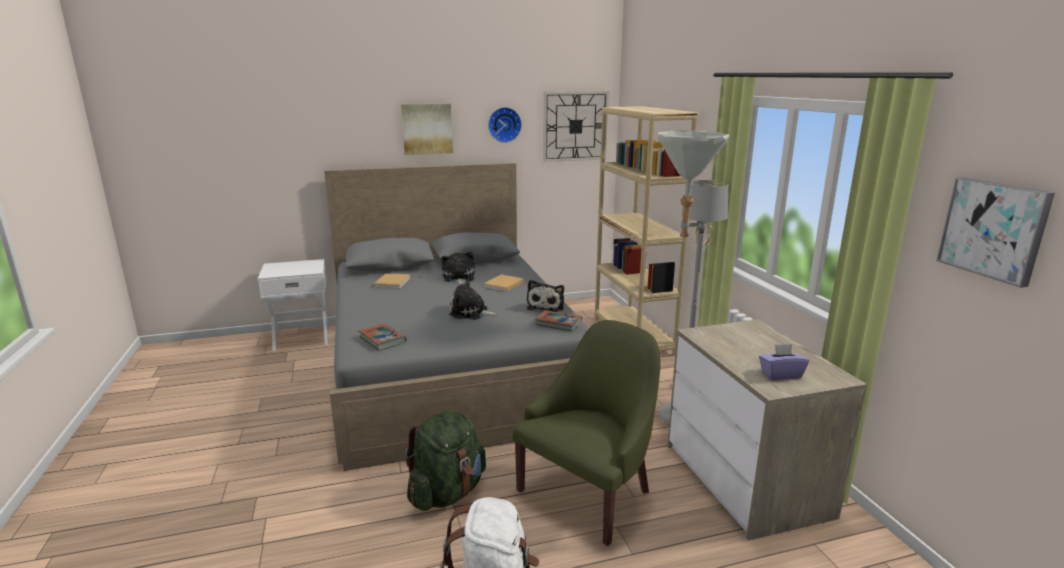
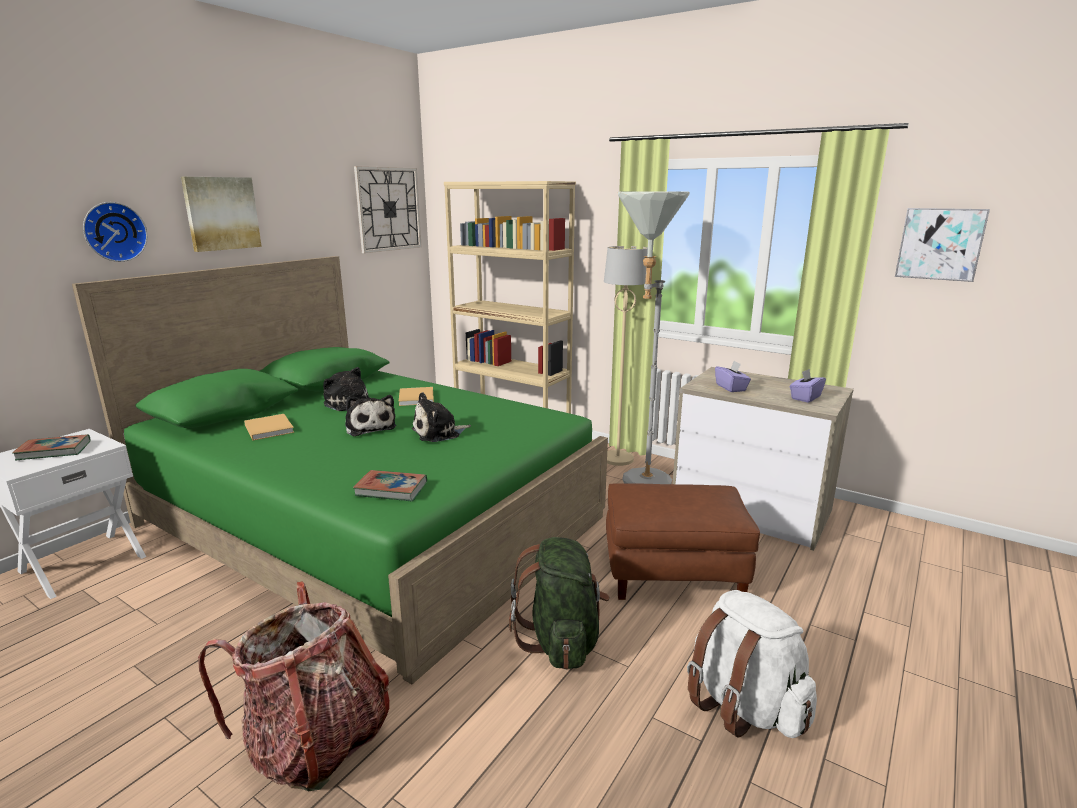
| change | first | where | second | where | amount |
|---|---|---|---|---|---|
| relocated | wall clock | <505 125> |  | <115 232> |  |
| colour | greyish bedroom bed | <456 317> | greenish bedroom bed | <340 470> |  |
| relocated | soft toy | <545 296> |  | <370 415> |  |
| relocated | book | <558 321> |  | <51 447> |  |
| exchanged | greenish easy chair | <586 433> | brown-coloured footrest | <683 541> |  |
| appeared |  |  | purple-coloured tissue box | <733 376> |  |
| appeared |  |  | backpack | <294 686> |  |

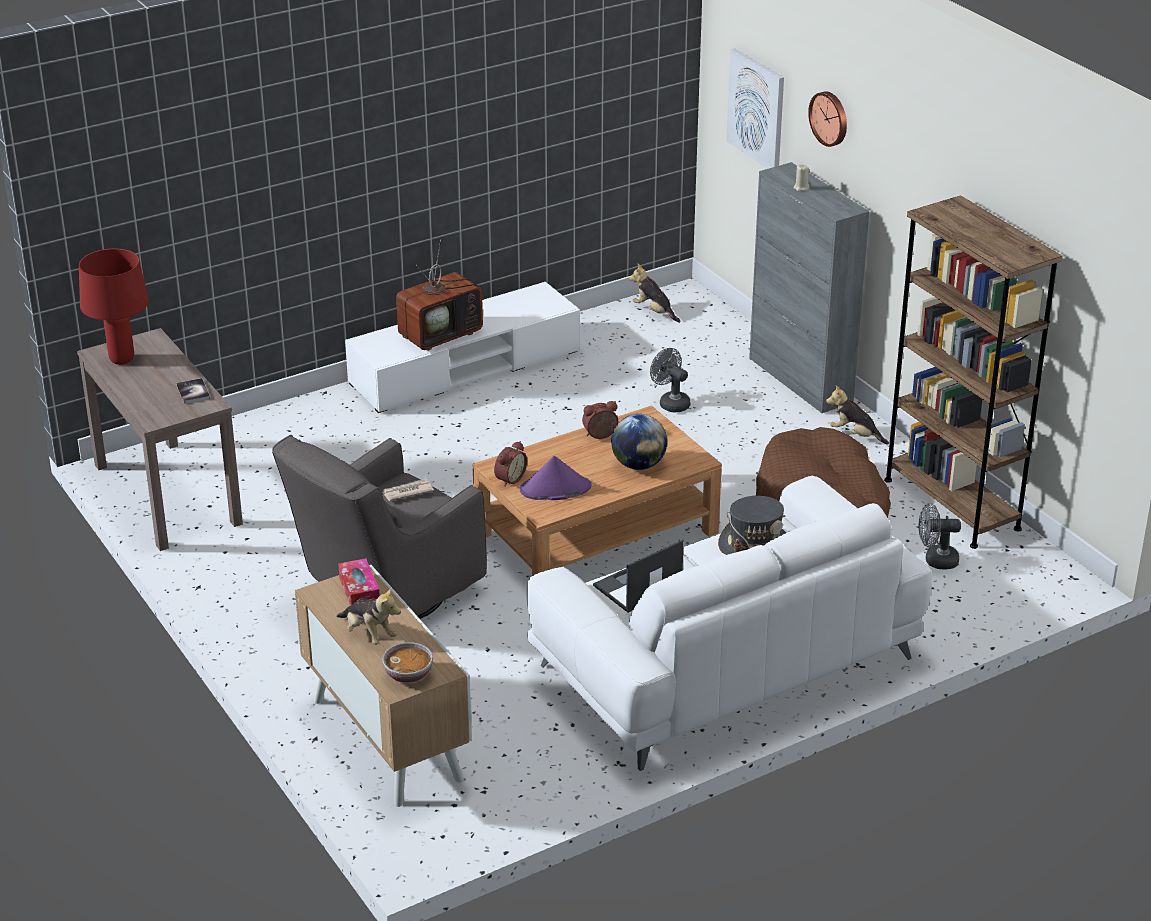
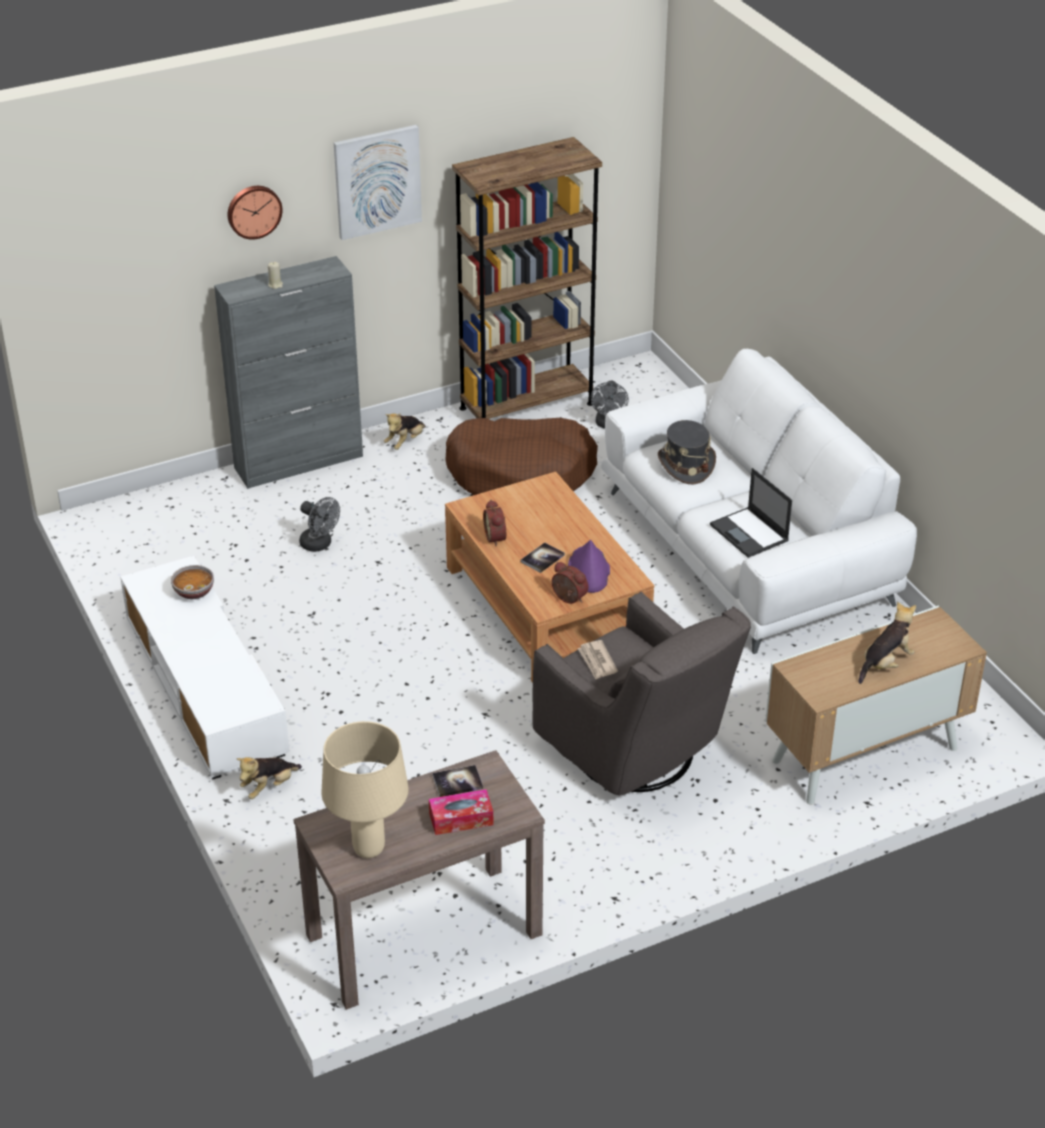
| change | first | where | second | where | amount |
|---|---|---|---|---|---|
| relocated | wall picture | <755 108> |  | <378 182> |  |
| missing | television | <439 295> |  |  |  |
| colour | red-coloured lamp for a table | <114 307> | sand-coloured lamp for a table | <365 789> |  |
| relocated | soft toy | <655 293> |  | <269 778> |  |
| spun | greyish electric fan | <670 380> |  | <319 524> | 105 degrees counterclockwise |
| missing | desk globe | <639 442> |  |  |  |
| relocated | tissue box | <359 582> |  | <461 812> |  |
| relocated | bowl | <407 662> |  | <192 582> |  |
| appeared |  |  | book | <543 558> |  |

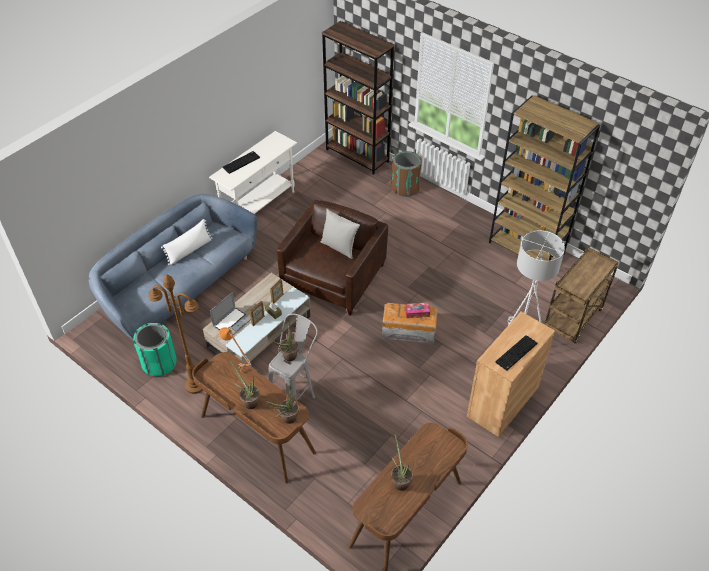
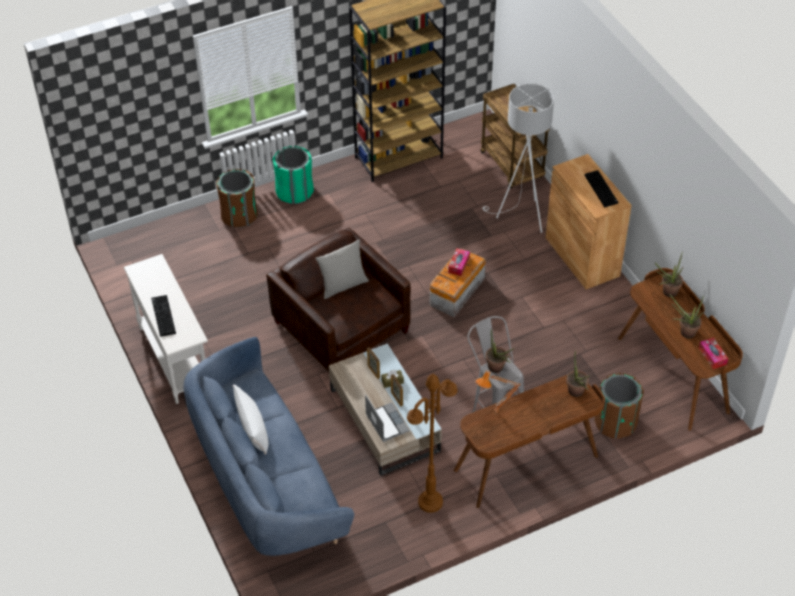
| change | first | where | second | where | amount |
|---|---|---|---|---|---|
| missing | brown-coloured shelving unit | <358 98> |  |  |  |
| relocated | greenish waste bin | <155 349> |  | <293 175> |  |
| relocated | potted plant | <244 384> |  | <669 275> |  |
| appeared |  |  | tissue box | <713 353> |  |
| appeared |  |  | brown-coloured waste bin | <619 406> |  |

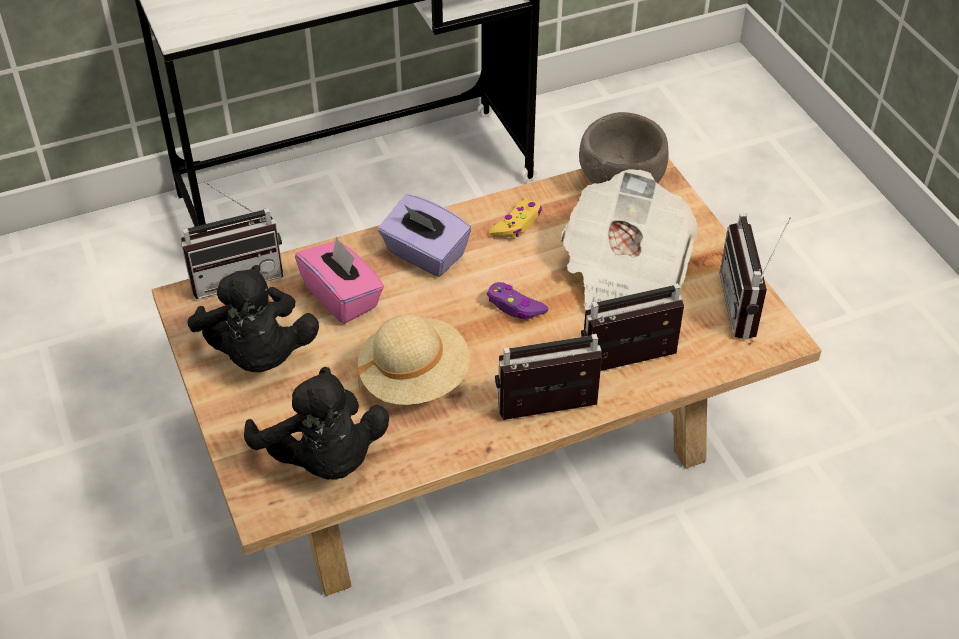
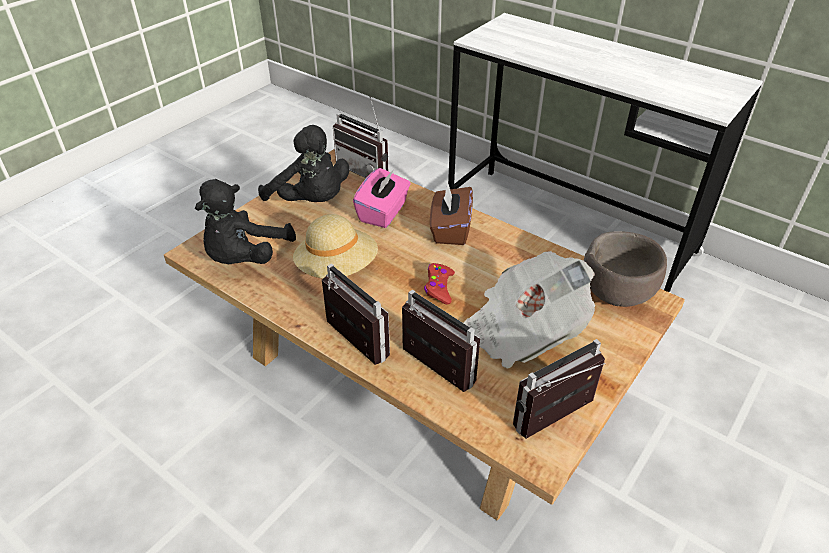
| change | first | where | second | where | amount |
|---|---|---|---|---|---|
| colour | purple-coloured tissue box | <424 236> | brown-coloured tissue box | <451 214> |  |
| missing | yellow-coloured joypad | <515 219> |  |  |  |
| spun | black-coloured soft toy | <253 318> |  | <303 163> | 90 degrees counterclockwise |
| colour | purple-coloured joypad | <518 301> | red-coloured joypad | <439 283> |  |

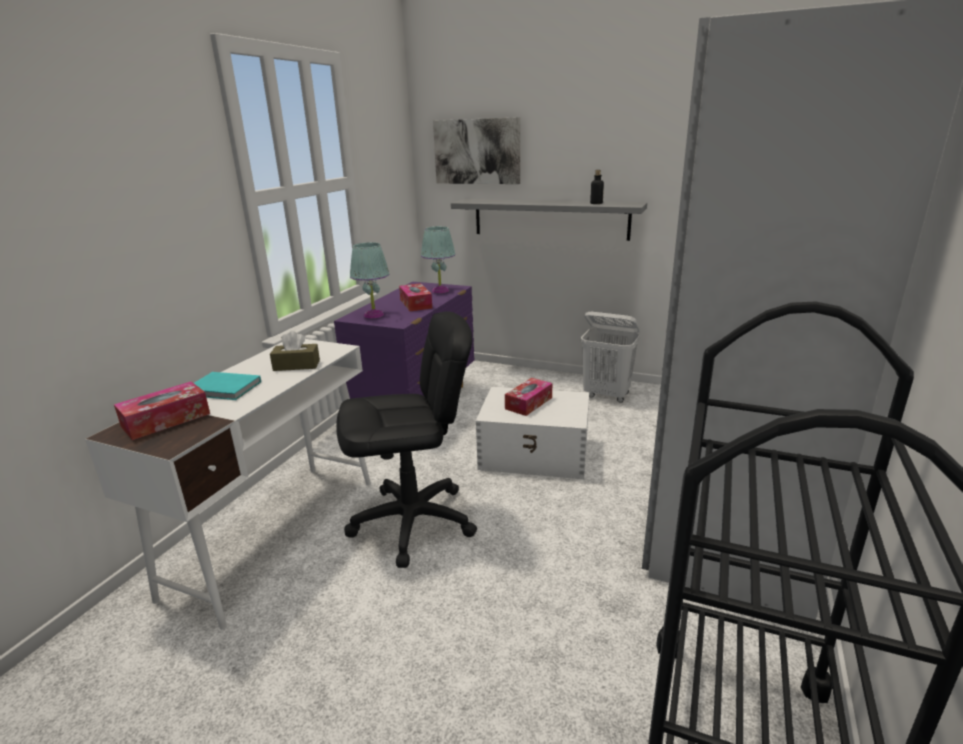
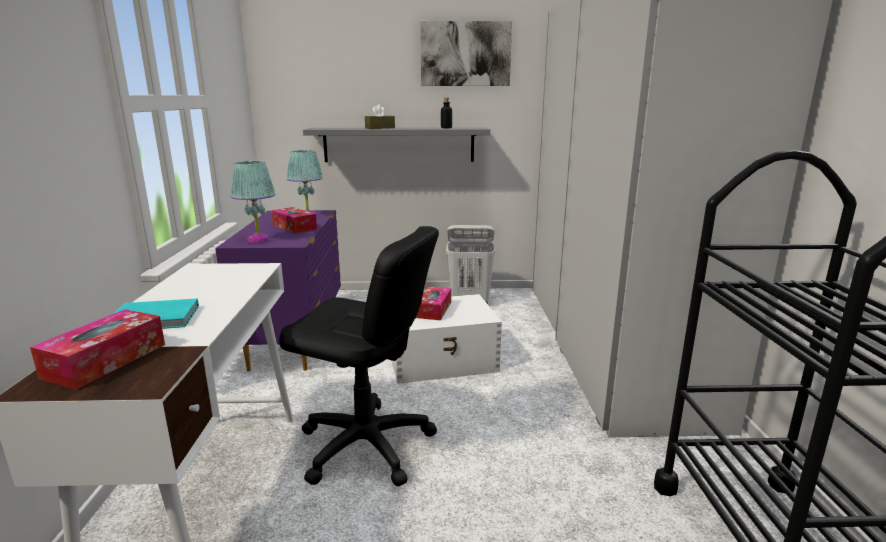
| change | first | where | second | where | amount |
|---|---|---|---|---|---|
| relocated | wall picture | <476 150> |  | <466 53> |  |
| spun | black-coloured desk chair | <406 439> |  | <359 356> | 60 degrees clockwise |
| relocated | brown-coloured tissue box | <295 351> |  | <380 116> |  |

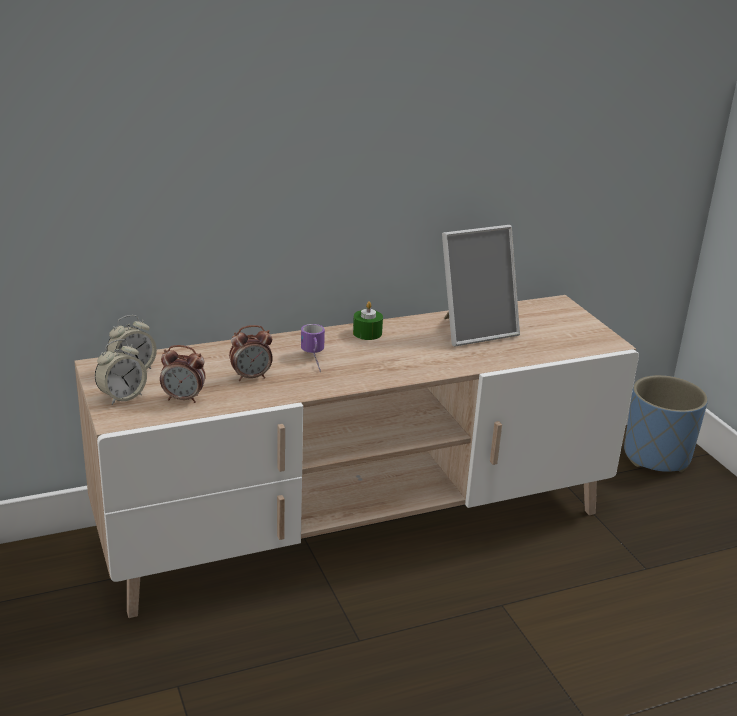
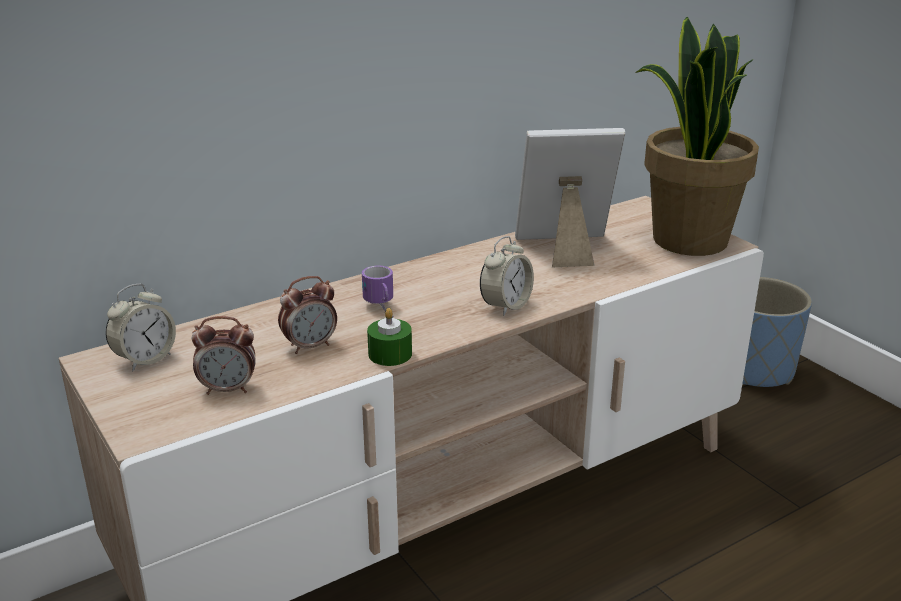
| change | first | where | second | where | amount |
|---|---|---|---|---|---|
| spun | picture frame | <481 286> |  | <570 197> | 150 degrees counterclockwise |
| relocated | greenish candle | <368 320> |  | <389 337> |  |
| relocated | table clock | <121 372> |  | <507 276> |  |
| appeared |  |  | potted plant | <697 136> |  |

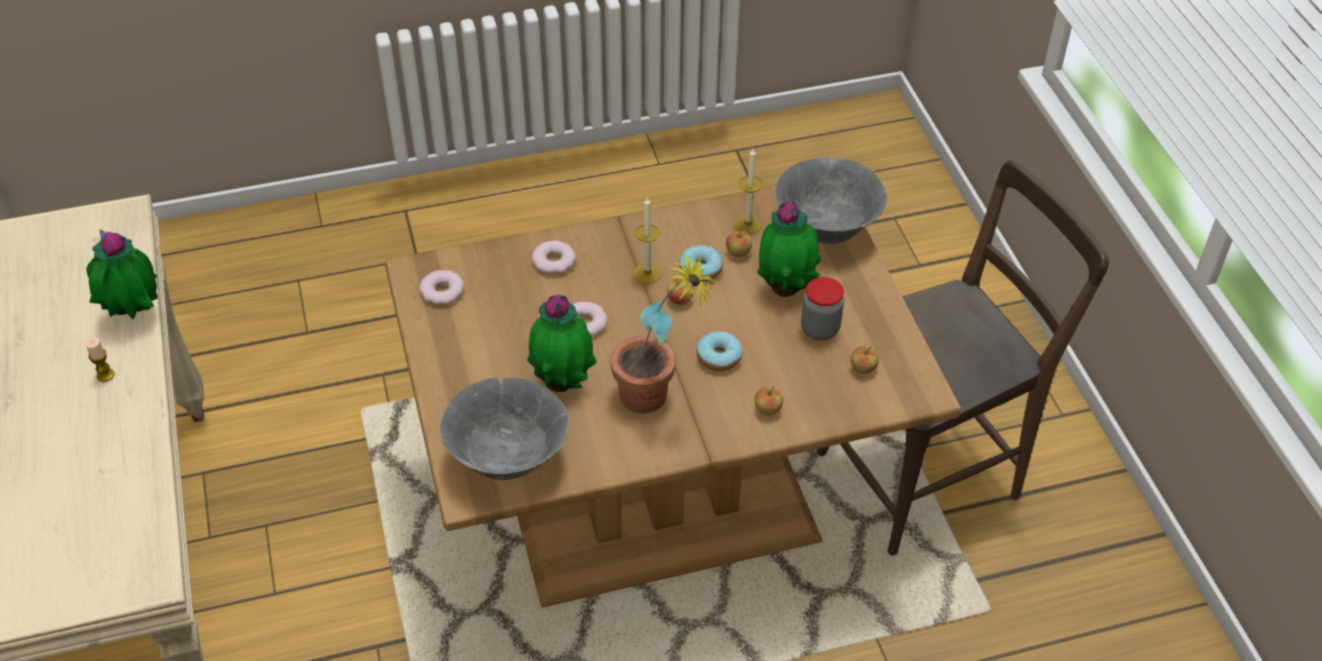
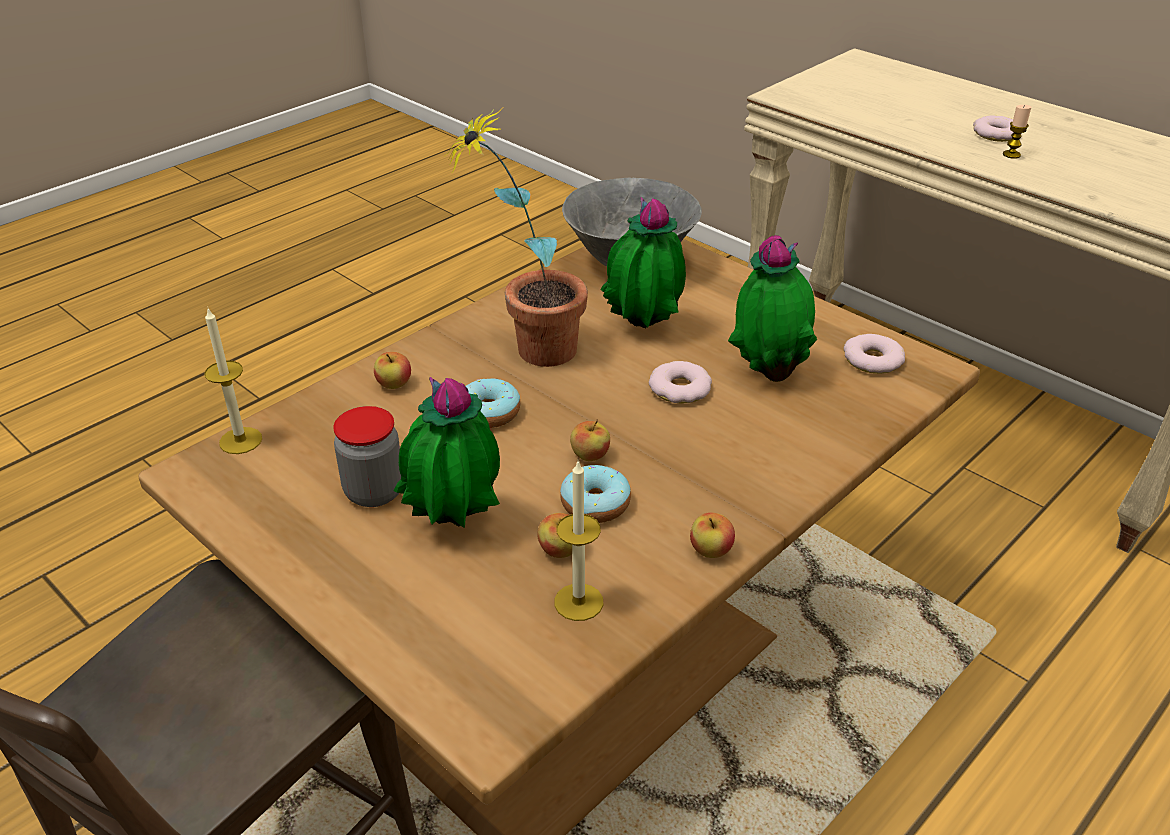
| change | first | where | second | where | amount |
|---|---|---|---|---|---|
| missing | greyish bowl | <831 200> |  |  |  |
| relocated | candle | <647 240> |  | <233 381> |  |
| relocated | potted plant | <122 274> |  | <772 308> |  |
| relocated | ring doughnut | <553 257> |  | <997 128> |  |
| relocated | apple fruit | <865 360> |  | <712 535> |  |

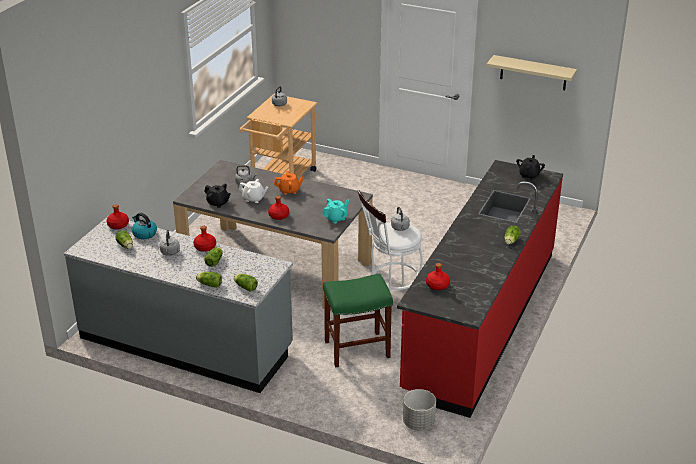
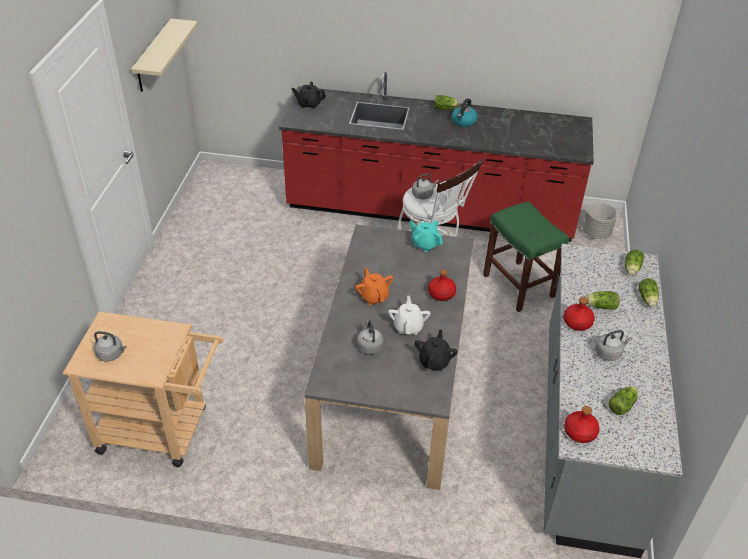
| change | first | where | second | where | amount |
|---|---|---|---|---|---|
| relocated | kettle | <144 226> |  | <465 112> |  |
| missing | red-coloured bottle | <438 276> |  |  |  |

